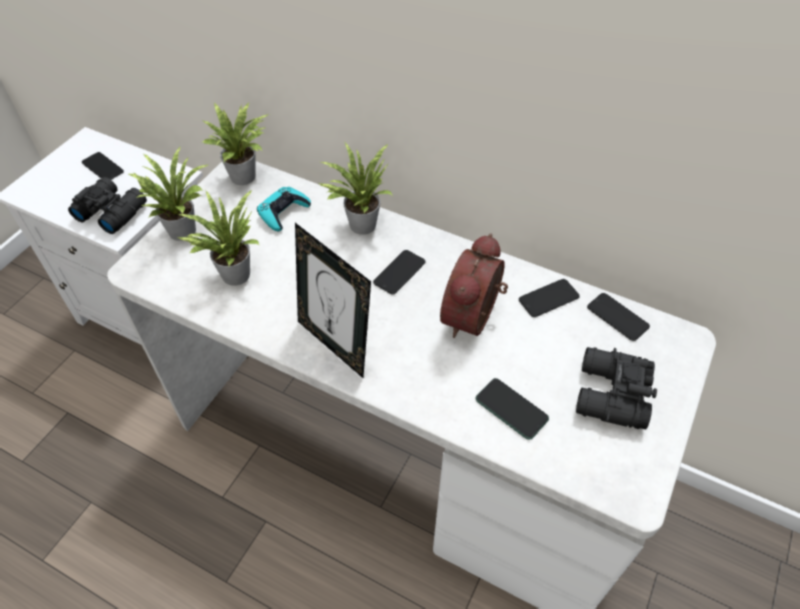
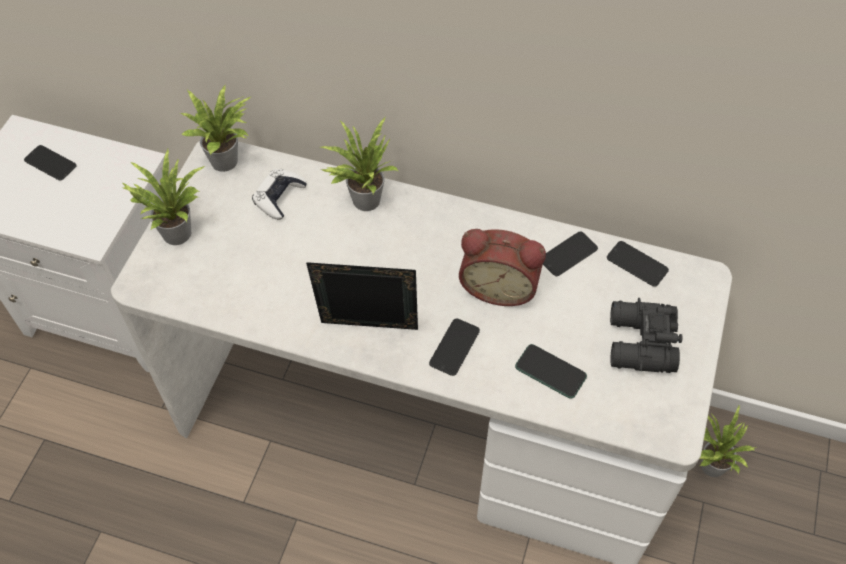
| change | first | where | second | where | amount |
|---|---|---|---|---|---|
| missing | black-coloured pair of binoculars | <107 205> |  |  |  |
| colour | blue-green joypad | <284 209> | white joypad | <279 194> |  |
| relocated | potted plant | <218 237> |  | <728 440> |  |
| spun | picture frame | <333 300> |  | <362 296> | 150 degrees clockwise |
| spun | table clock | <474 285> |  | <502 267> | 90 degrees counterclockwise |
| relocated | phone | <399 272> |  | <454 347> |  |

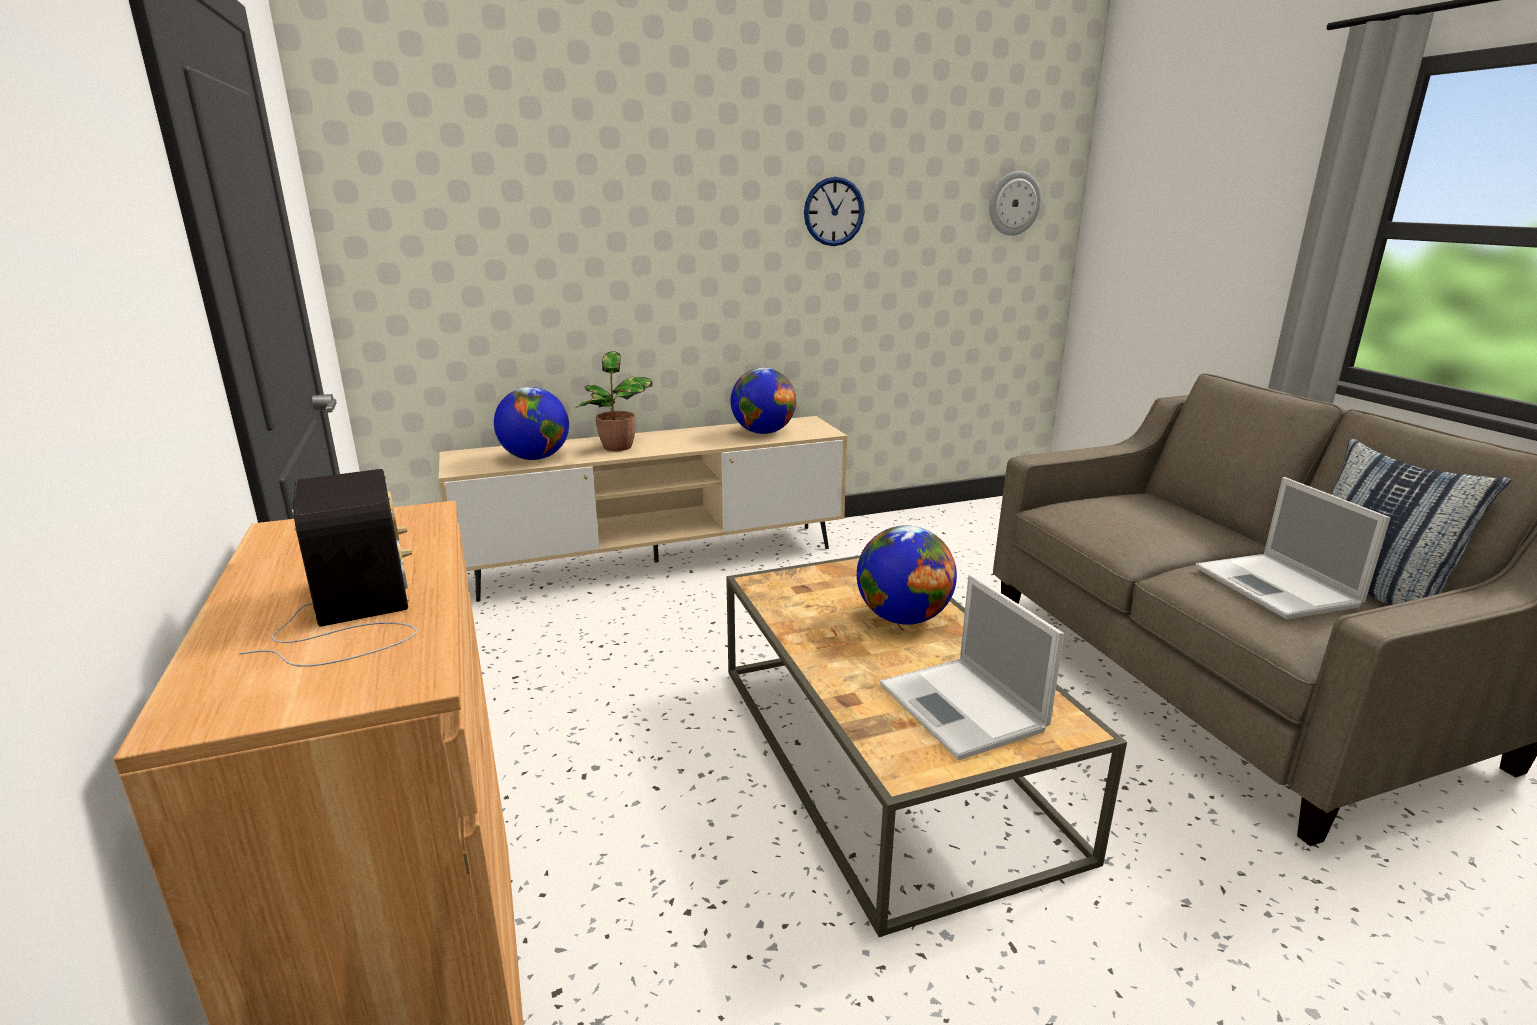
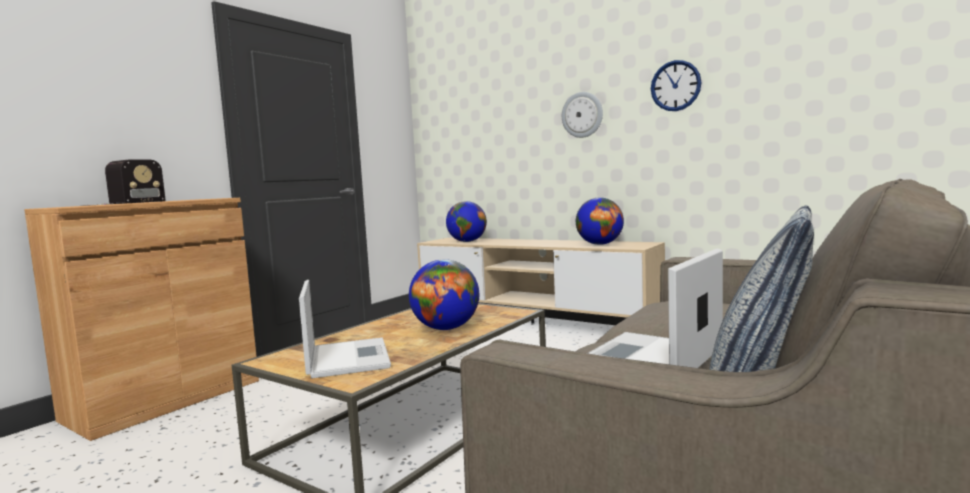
| change | first | where | second | where | amount |
|---|---|---|---|---|---|
| relocated | wall clock | <1015 203> |  | <582 115> |  |
| missing | potted plant | <614 401> |  |  |  |
| spun | notebook computer | <972 667> |  | <345 329> | 135 degrees clockwise |

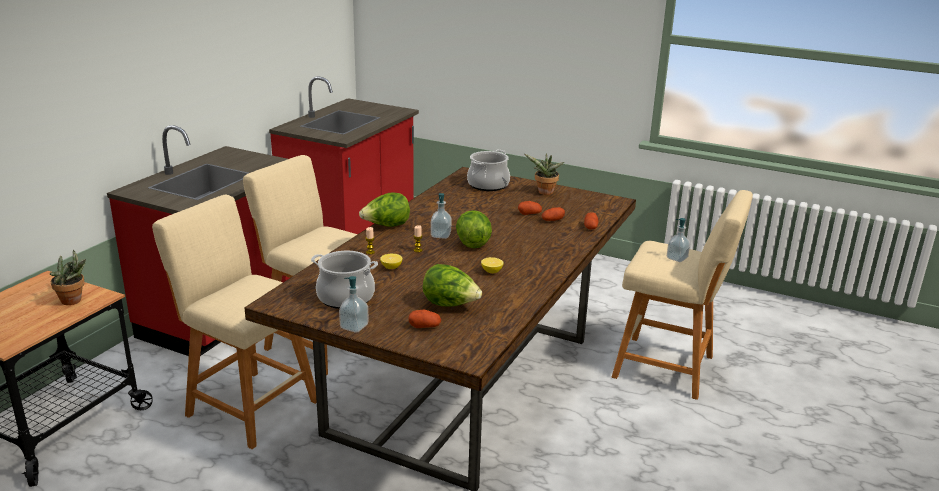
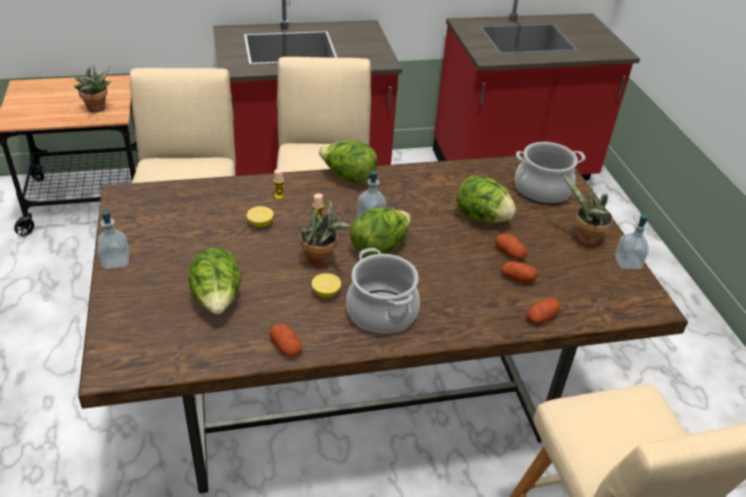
| change | first | where | second | where | amount |
|---|---|---|---|---|---|
| relocated | liquid soap bottle | <678 240> |  | <632 241> |  |
| relocated | cooking pot | <344 280> |  | <383 291> |  |
| relocated | potato | <425 319> |  | <286 340> |  |
| appeared |  |  | lettuce | <486 199> |  |
| appeared |  |  | potted plant | <325 233> |  |

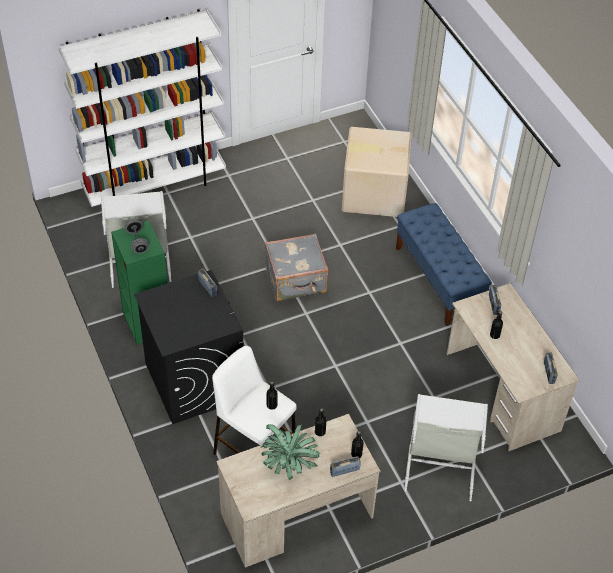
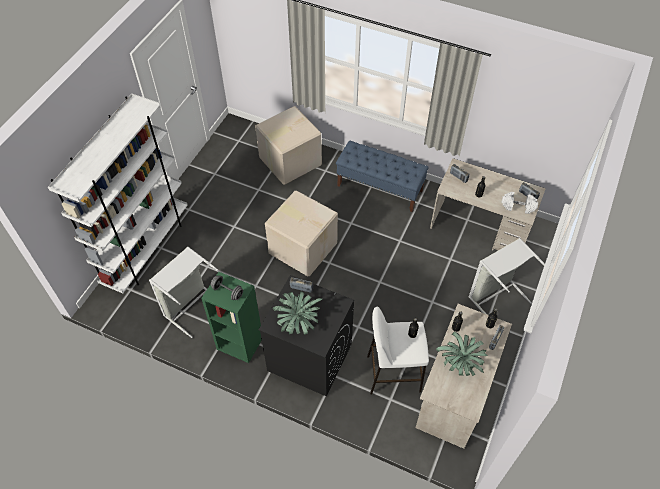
| change | first | where | second | where | amount |
|---|---|---|---|---|---|
| exchanged | greyish piece of luggage | <296 267> | cardboard box | <301 233> |  |
| appeared |  |  | white dumbbell | <520 203> |  |
| appeared |  |  | potted plant | <297 313> |  |

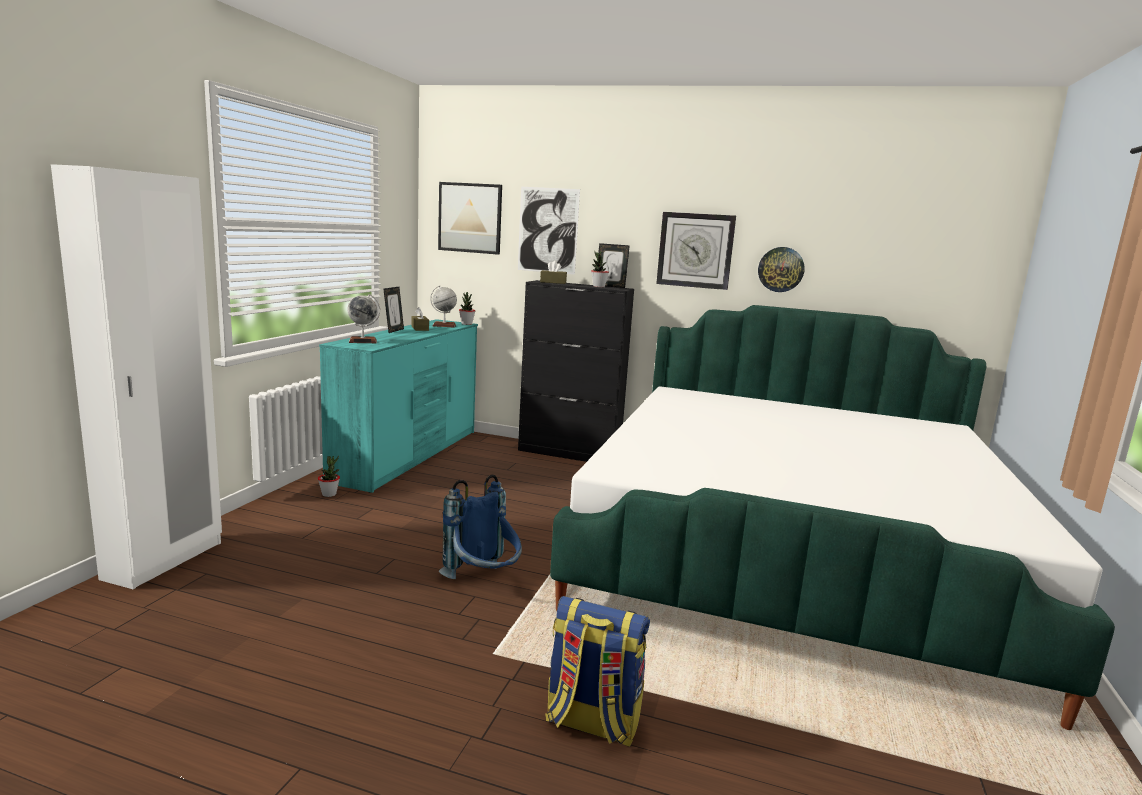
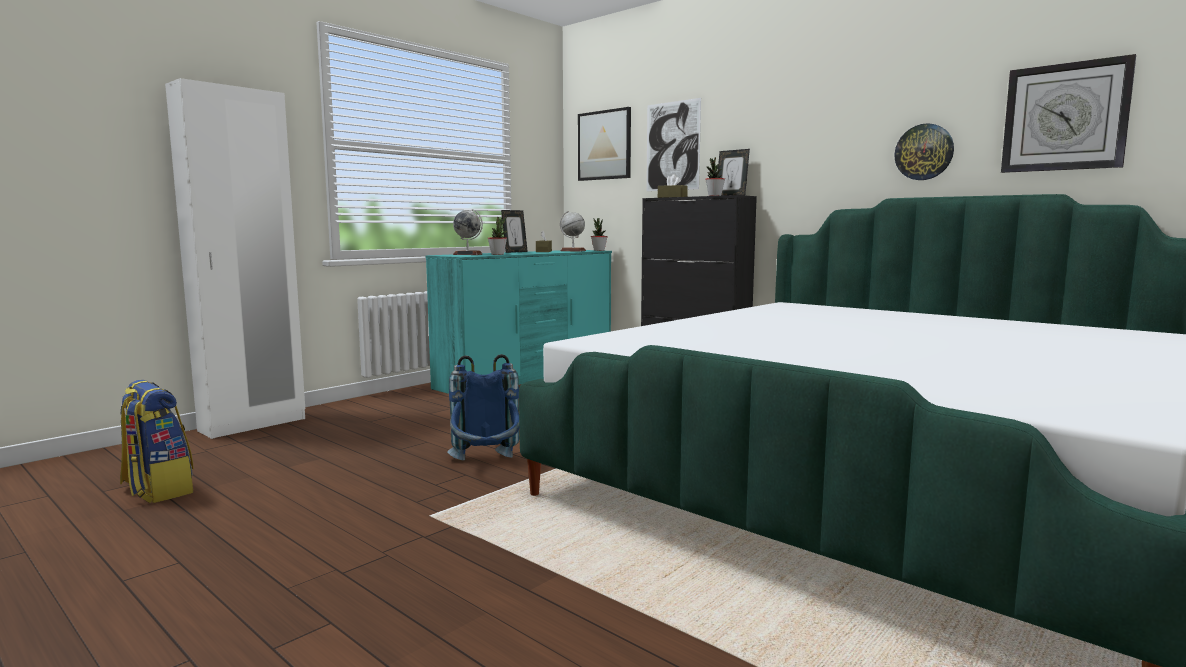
| change | first | where | second | where | amount |
|---|---|---|---|---|---|
| relocated | wall clock | <696 251> |  | <1068 113> |  |
| relocated | potted plant | <329 476> |  | <497 236> |  |
| relocated | backpack | <597 671> |  | <157 441> |  |

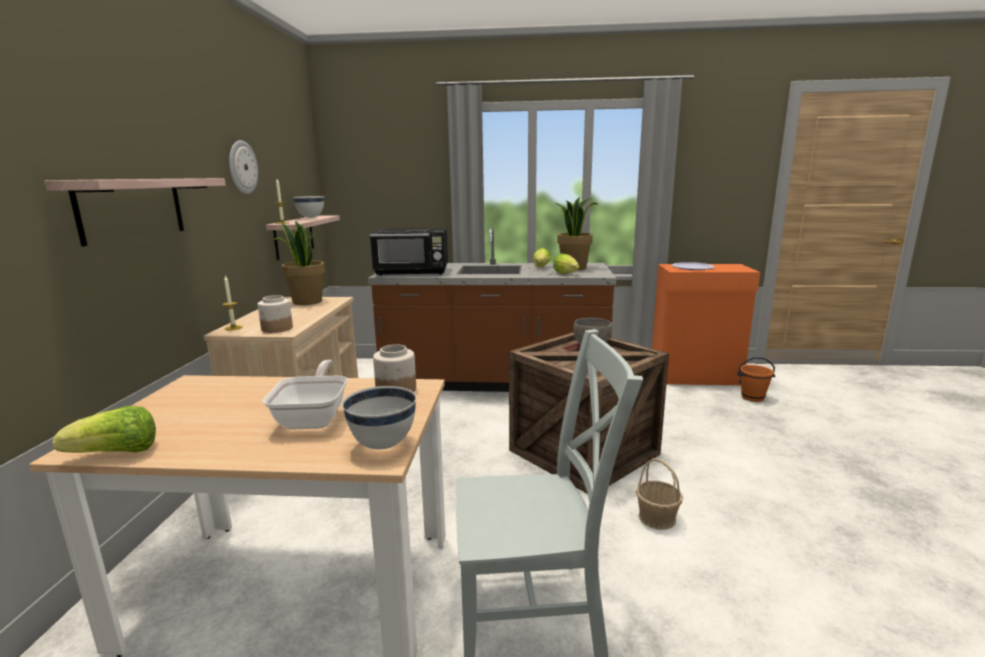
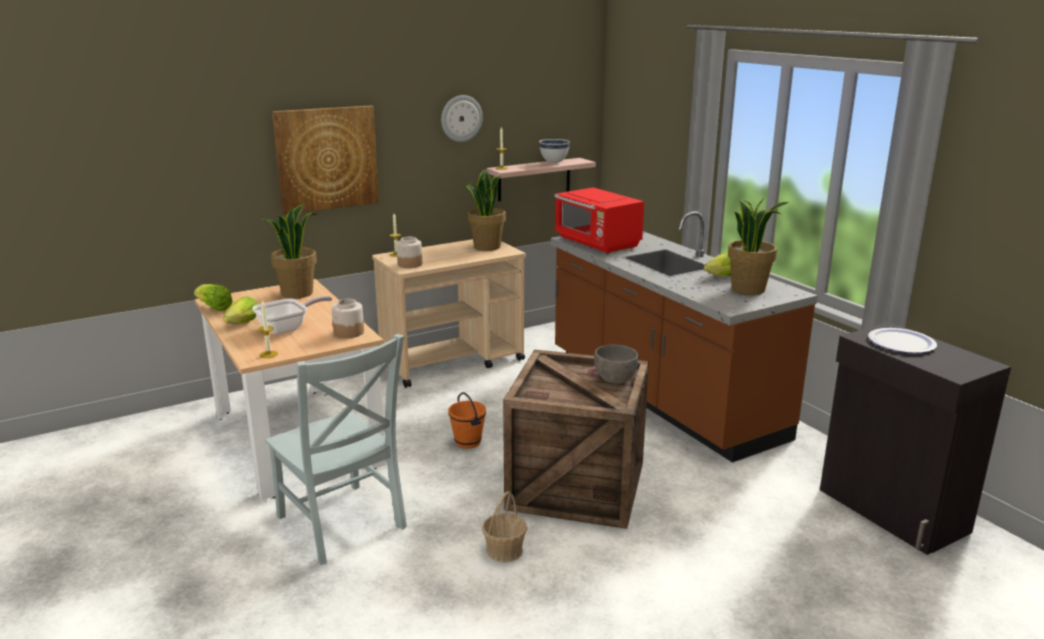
| change | first | where | second | where | amount |
|---|---|---|---|---|---|
| exchanged | wall shelf | <135 212> | wall picture | <325 159> |  |
| colour | black-coloured kitchen microwave | <409 252> | red-coloured kitchen microwave | <599 220> |  |
| relocated | lettuce | <566 263> |  | <240 310> |  |
| colour | orange-coloured cupboard | <706 324> | black-coloured cupboard | <915 438> |  |
| relocated | orange-coloured pail | <756 379> |  | <467 420> |  |
| exchanged | white bowl | <379 417> | candle | <268 329> |  |
| appeared |  |  | potted plant | <289 251> |  |

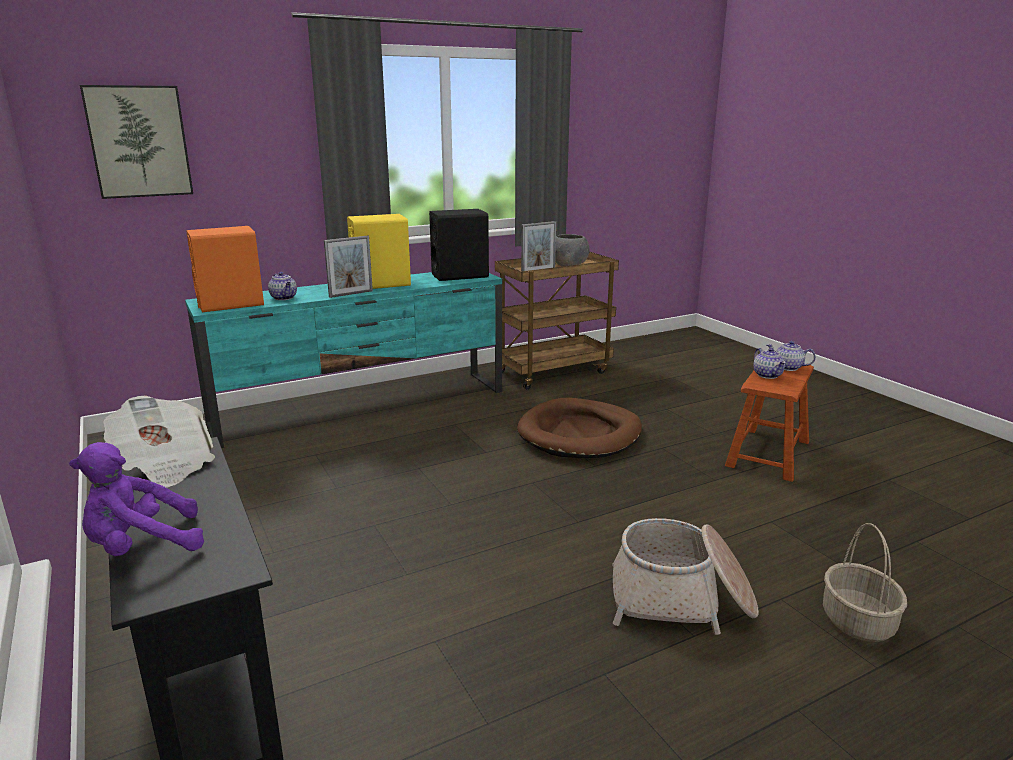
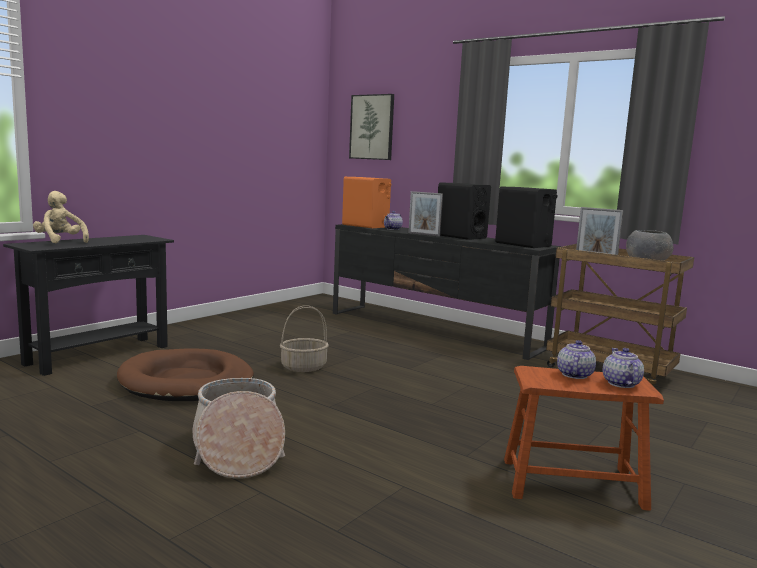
| change | first | where | second | where | amount |
|---|---|---|---|---|---|
| colour | yellow-coloured speaker | <379 251> | black-coloured speaker | <464 211> |  |
| colour | blue-green tv unit | <344 360> | black-coloured tv unit | <447 292> |  |
| spun | pot for tea | <770 363> |  | <576 359> | 150 degrees clockwise |
| missing | daily paper | <159 442> |  |  |  |
| relocated | brown-coloured dog cushion | <579 427> |  | <185 374> |  |
| colour | purple-coloured soft toy | <136 499> | sand-coloured soft toy | <61 217> |  |
| relocated | storage basket | <865 582> |  | <304 338> |  |

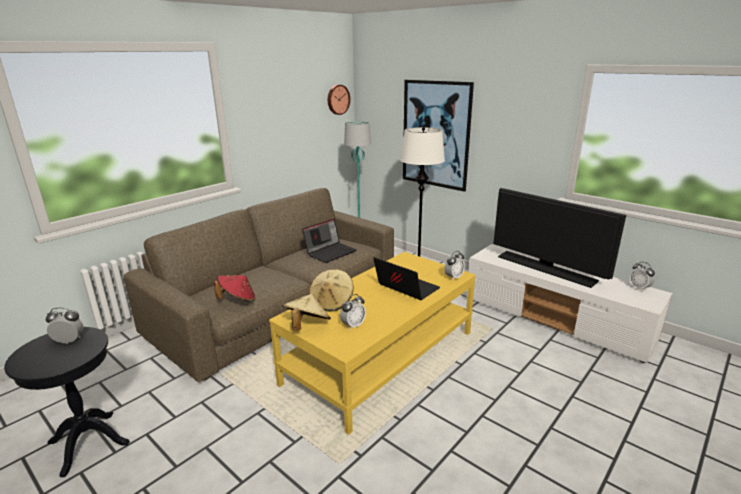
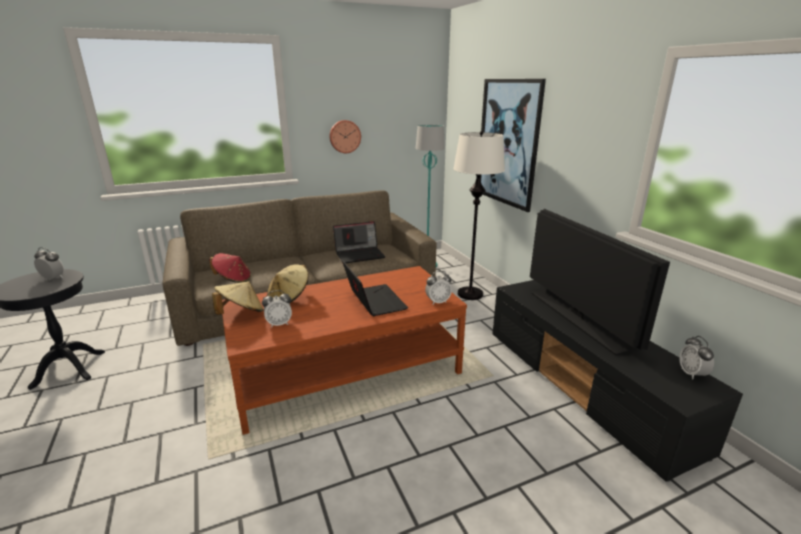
| change | first | where | second | where | amount |
|---|---|---|---|---|---|
| relocated | wall clock | <339 100> |  | <345 136> |  |
| colour | white tv unit | <569 303> | black-coloured tv unit | <618 381> |  |
| colour | yellow-coloured low table | <372 343> | brown-coloured low table | <344 350> |  |

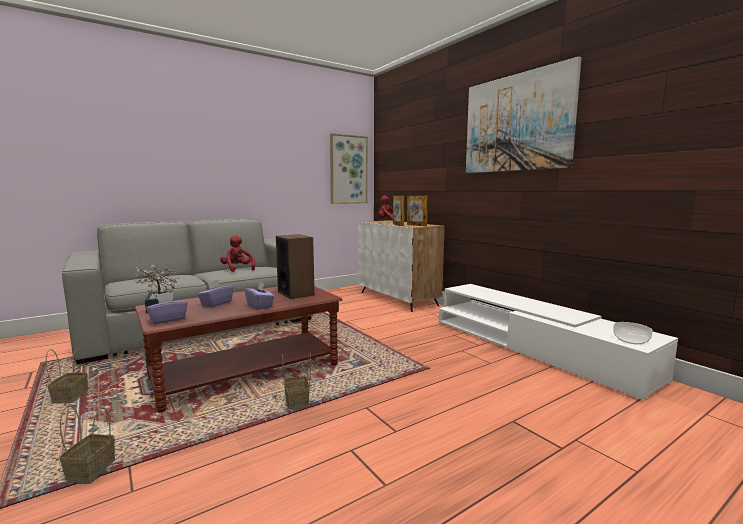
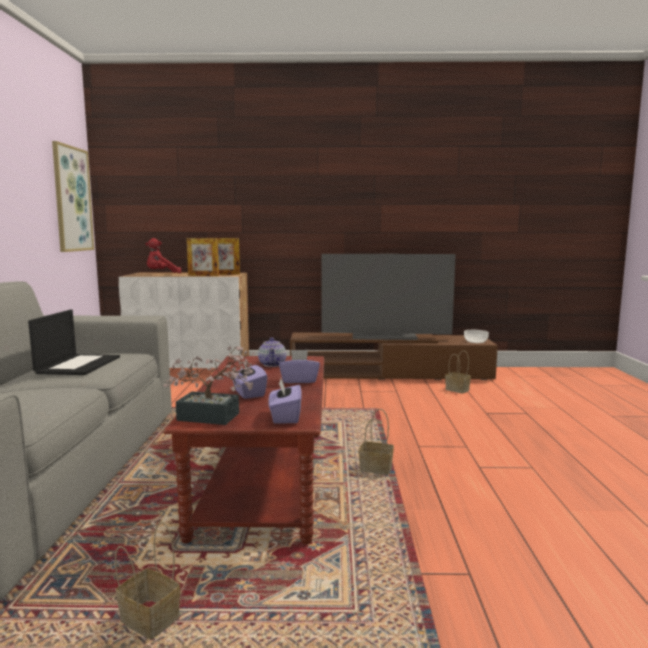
| change | first | where | second | where | amount |
|---|---|---|---|---|---|
| missing | wall picture | <523 115> |  |  |  |
| exchanged | speaker | <295 266> | pot for tea | <272 352> |  |
| exchanged | red-coloured soft toy | <237 253> | notebook computer | <74 342> |  |
| colour | white tv unit | <558 342> | brown-coloured tv unit | <394 356> |  |
| relocated | storage basket | <87 444> |  | <458 372> |  |
| appeared |  |  | television | <388 297> |  |

